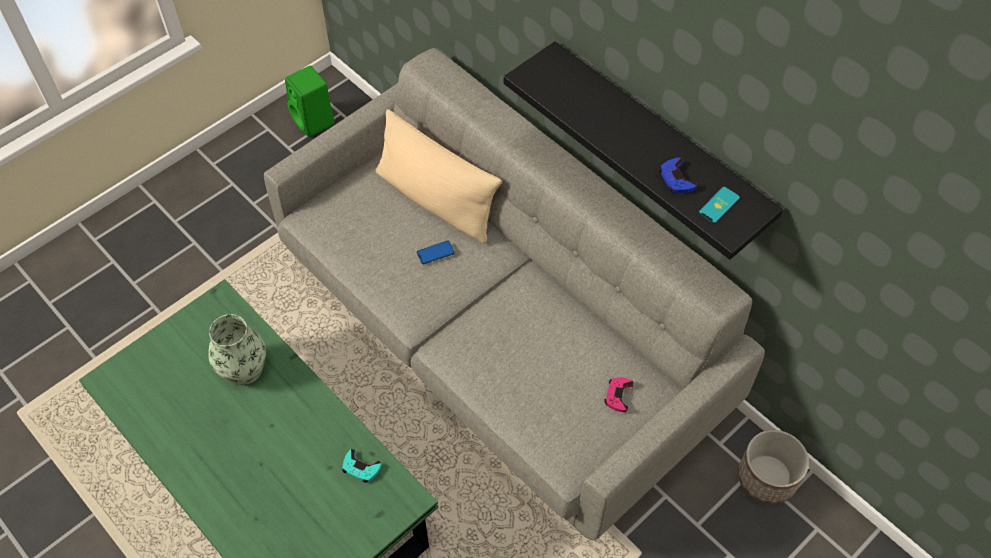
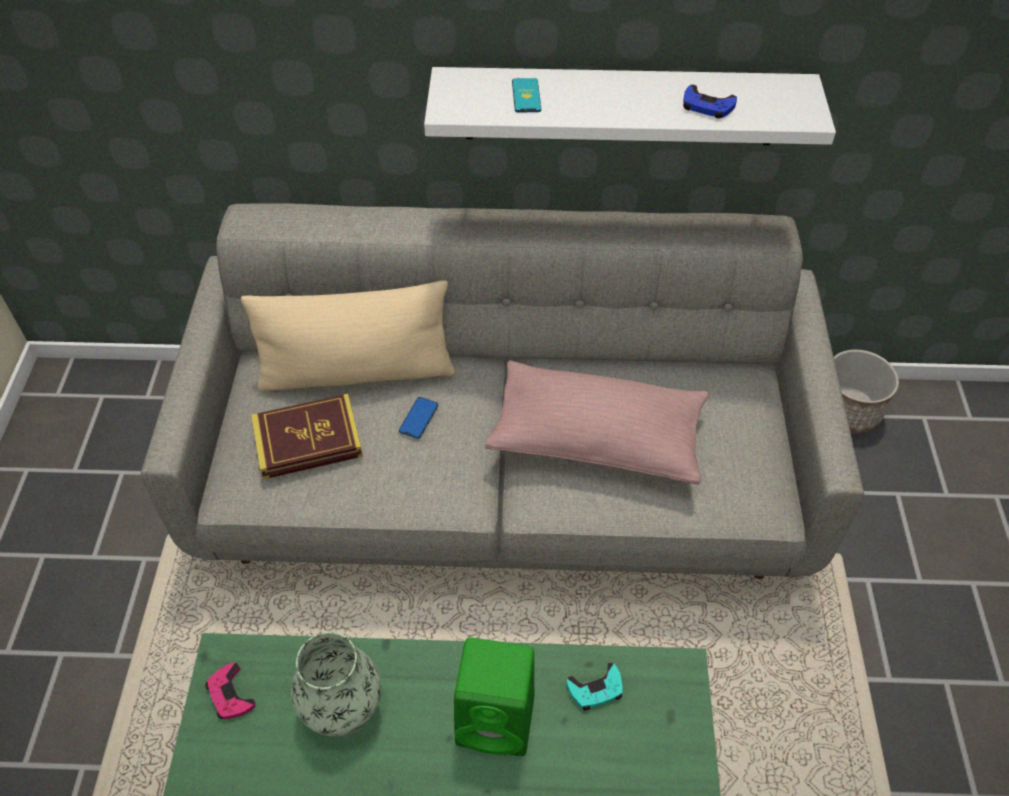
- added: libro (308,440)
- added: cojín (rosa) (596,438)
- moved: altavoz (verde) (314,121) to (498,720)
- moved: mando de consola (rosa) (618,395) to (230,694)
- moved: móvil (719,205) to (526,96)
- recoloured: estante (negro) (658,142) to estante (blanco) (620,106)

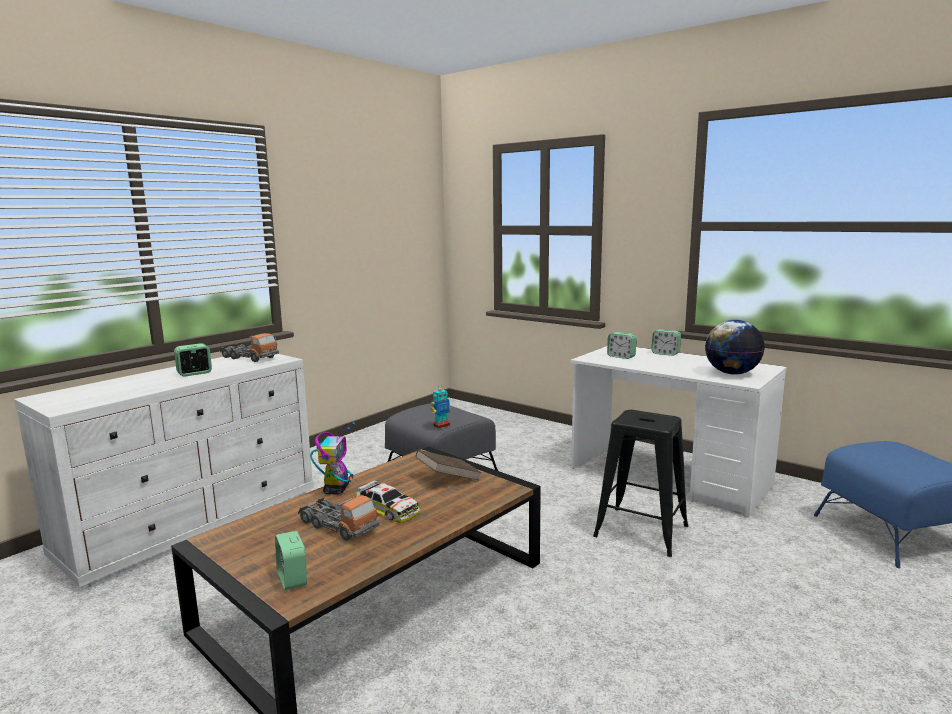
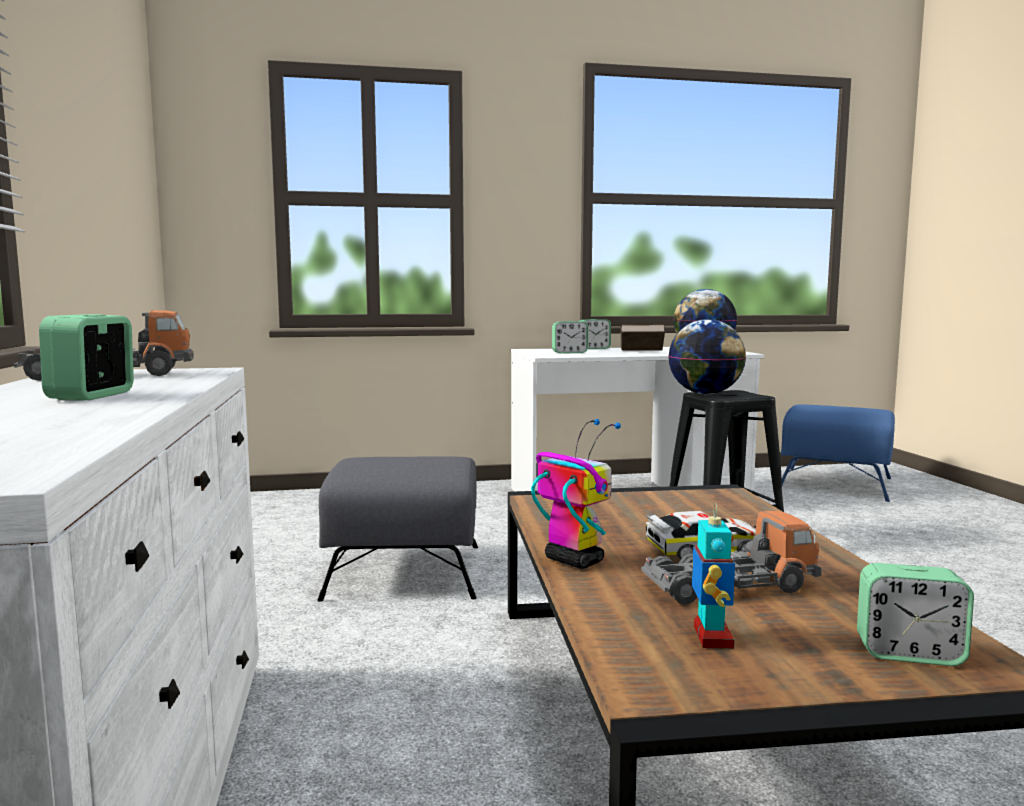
- added: globo terráqueo (705,394)
- moved: libro (marrón) (448,478) to (641,352)
- moved: robot de juguete (441,425) to (711,638)

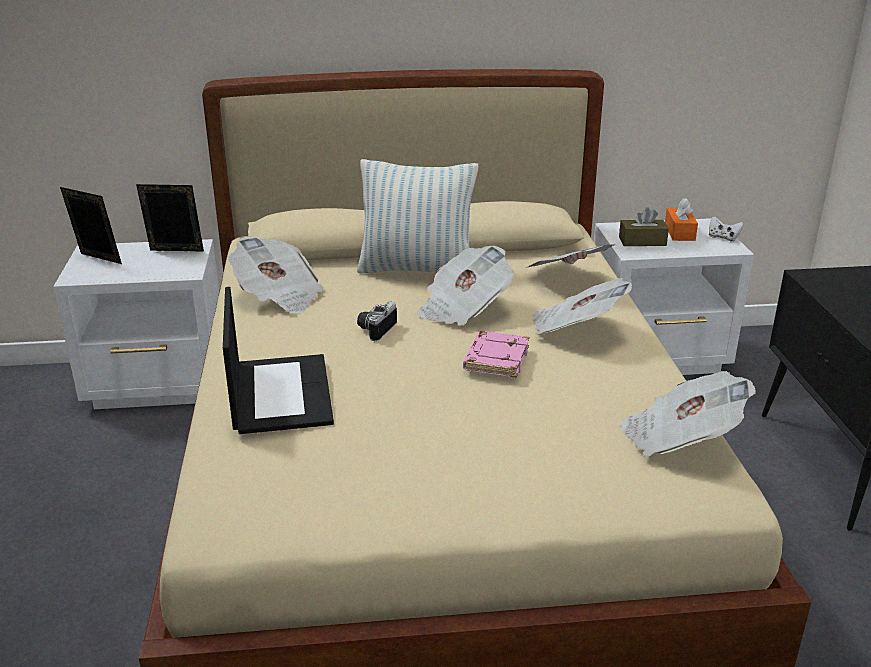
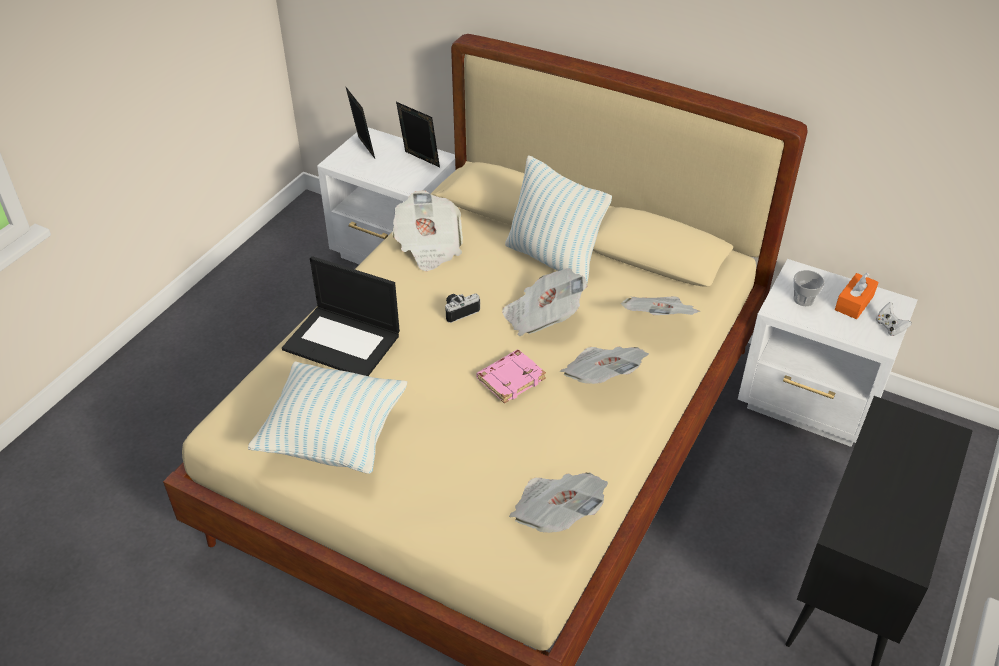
- added: cojín (334,438)
- replaced: caja de pañuelos (marrón) (642,241) to taza (803,299)
- turned: portátil (279,393) = (343,341) 90 degrees clockwise

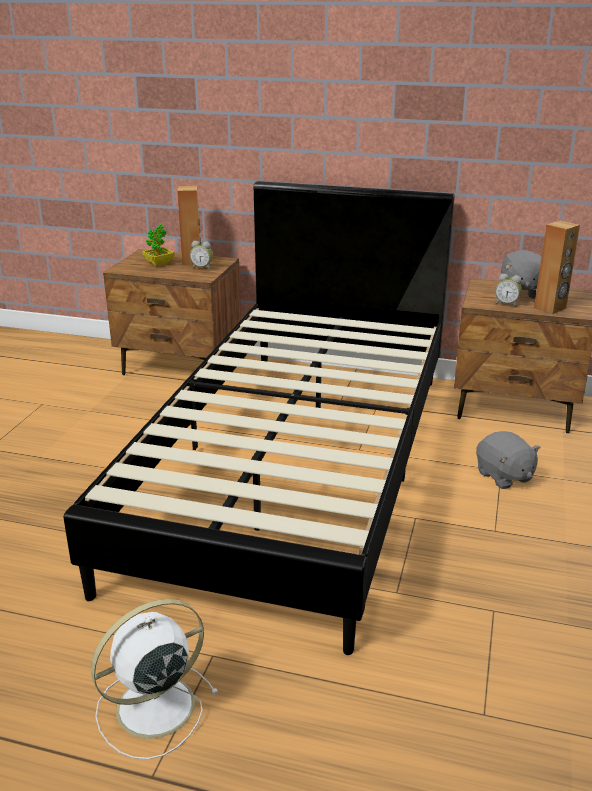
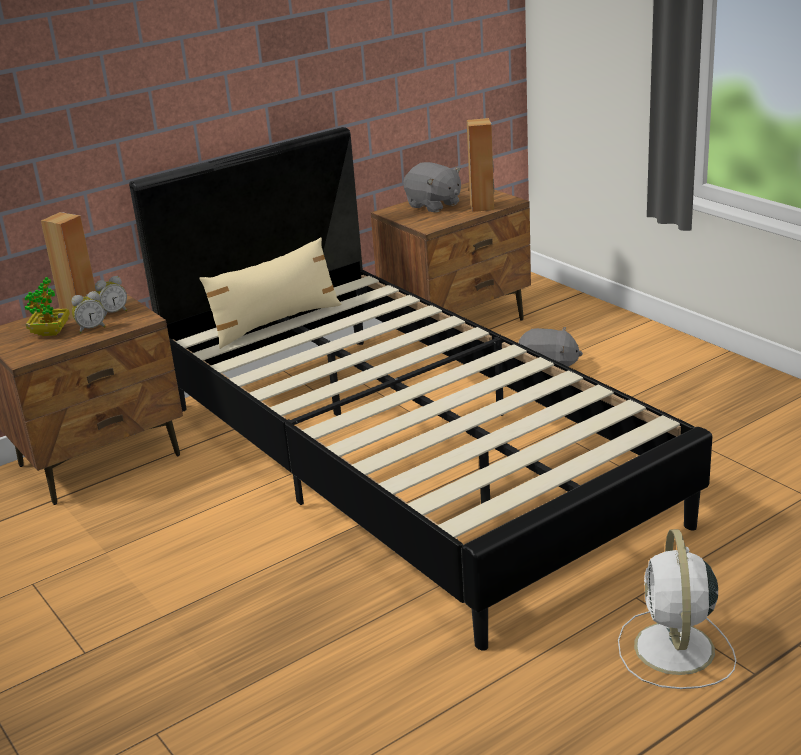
- added: cojín (beis) (276,322)
- moved: despertador (506,304) to (91,328)

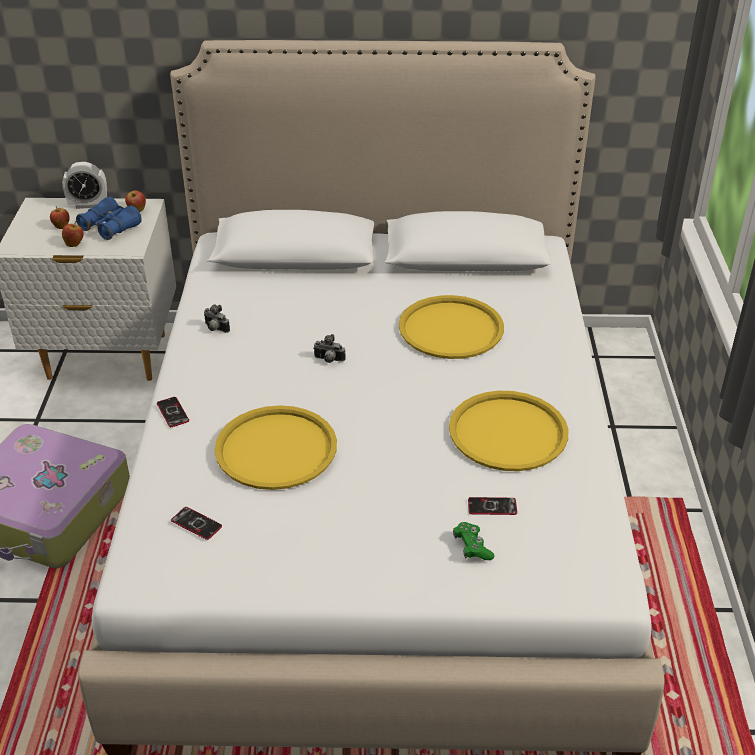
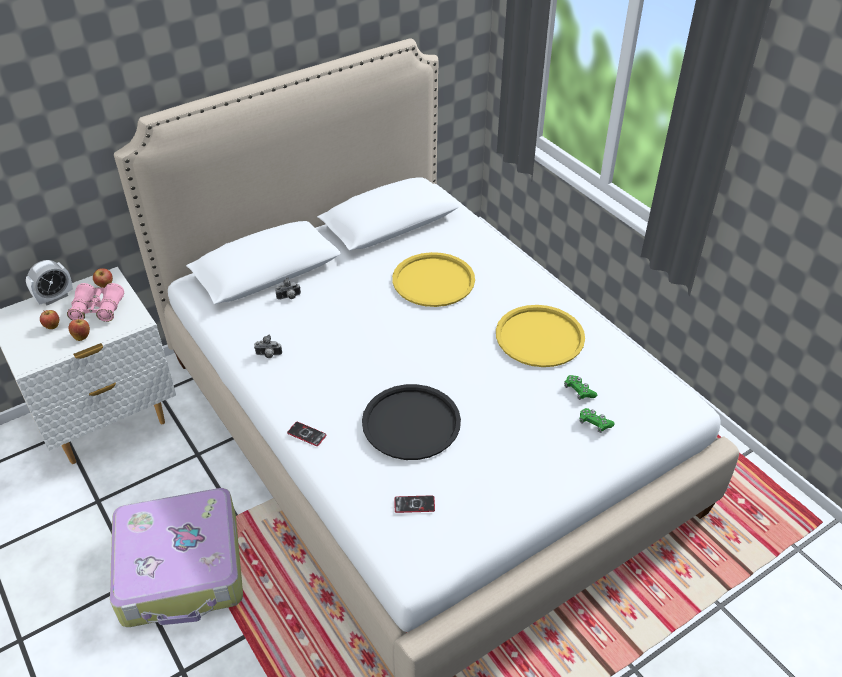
- moved: cámara (328,360) to (289,297)
- replaced: móvil (492,507) to mando de consola (verde) (579,391)
- recoloured: prismáticos (azul) (110,227) to prismáticos (rosa) (98,309)
- recoloured: bandeja (amarillo) (276,449) to bandeja (negro) (411,423)

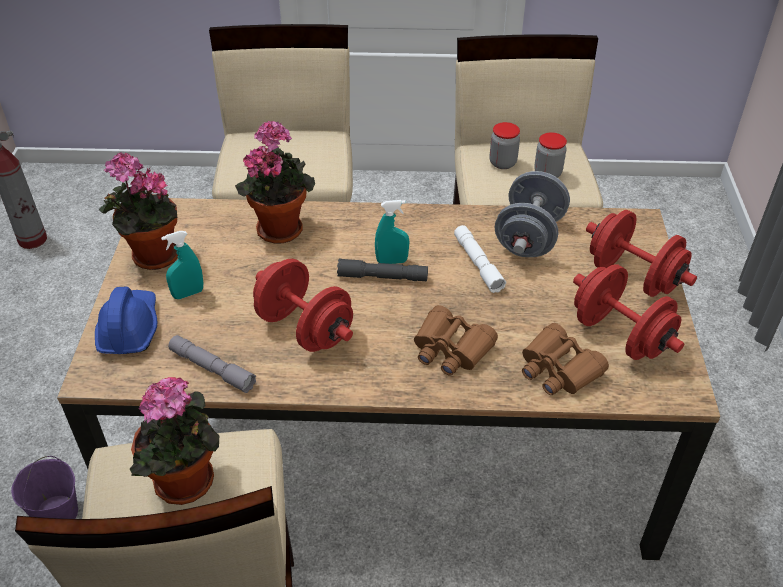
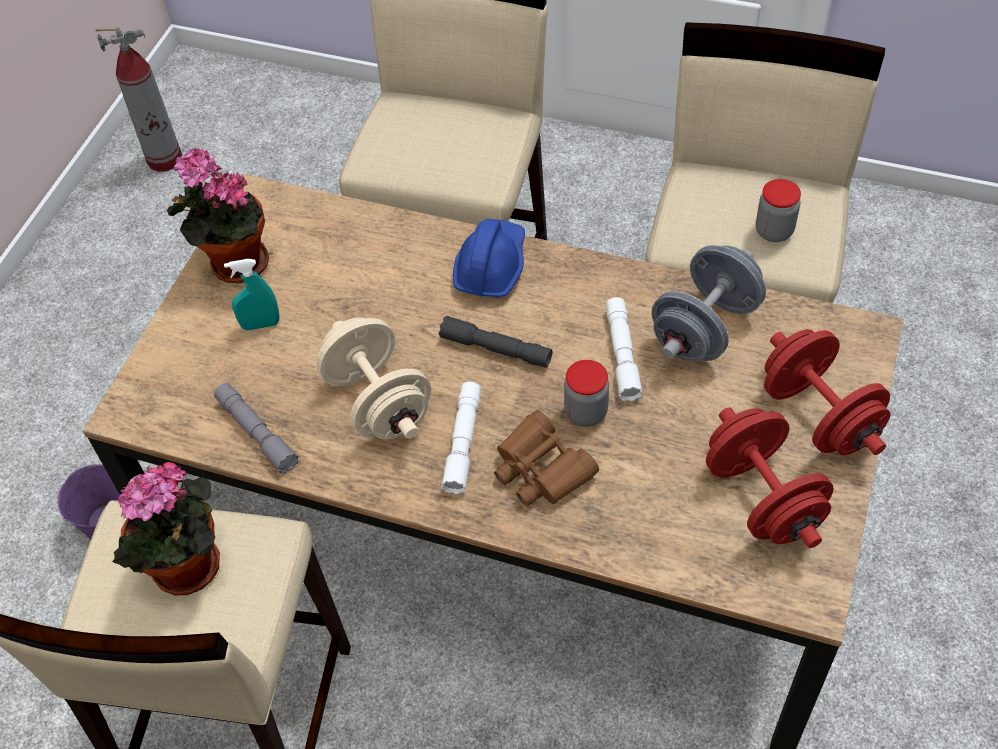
- removed: planta en maceta (280,227)
- removed: pulverizador (turquesa) (392,261)
- removed: prismáticos (marrón) (558,369)
- added: linterna (blanco) (463,442)
- moved: casco (azul) (129,329) to (491,266)
- moved: tarro (502,163) to (586,412)
- recoloured: mancuerna (rojo) (305,328) to mancuerna (beis) (378,402)

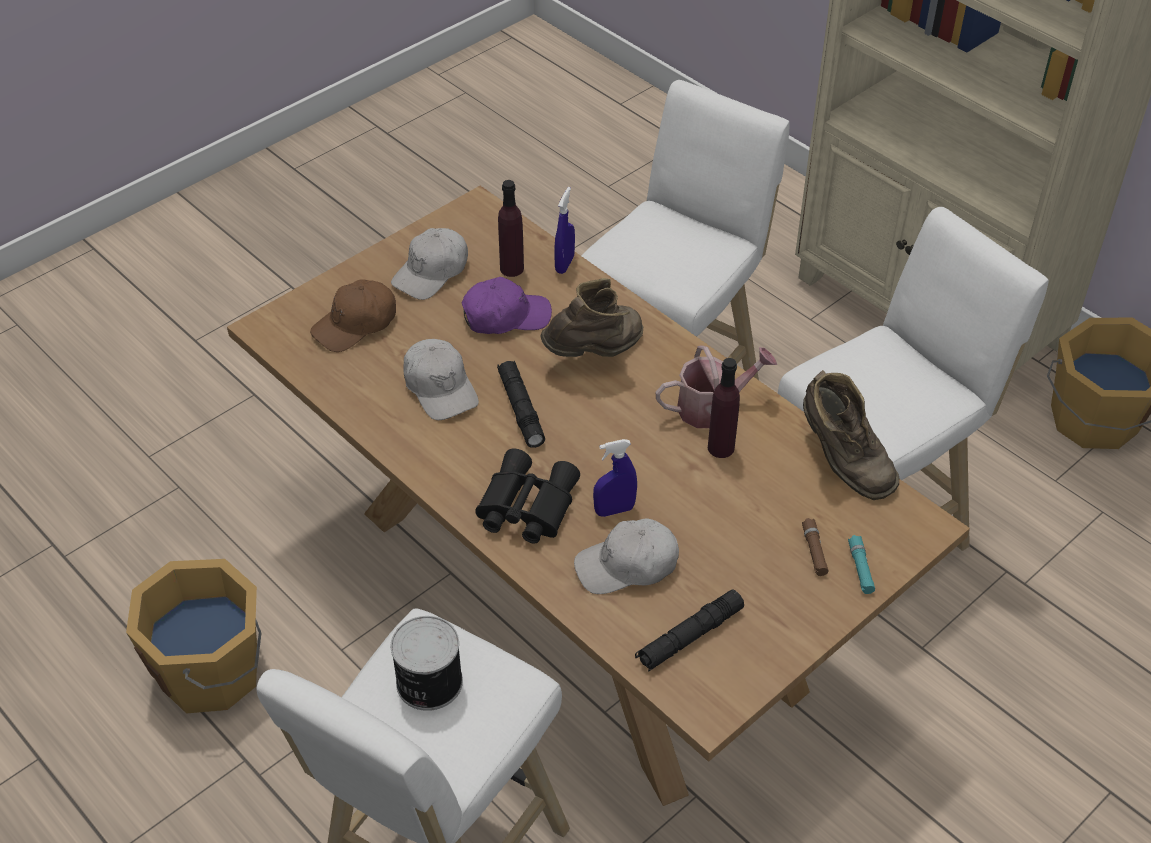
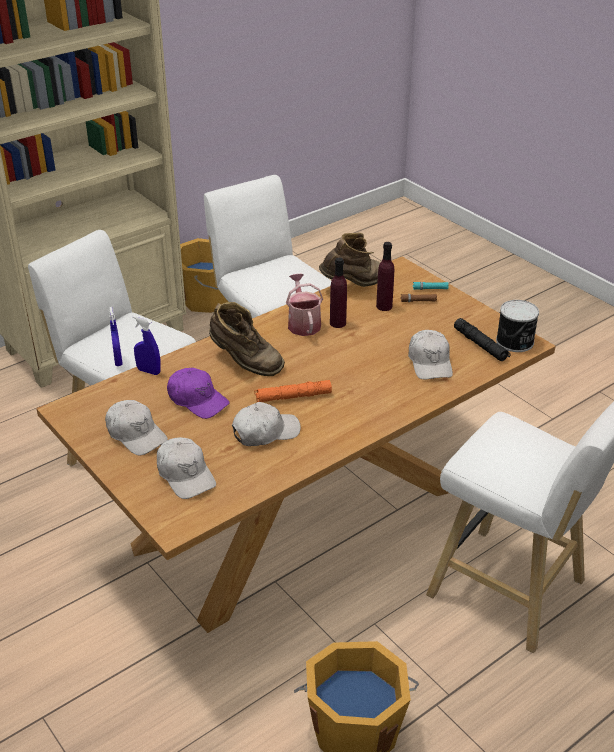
- removed: prismáticos (negro) (524,507)
- moved: lata (427,683) to (515,342)
- moved: botella (morado) (512,268) to (384,306)
- moved: pulverizador (azul) (614,510) to (118,360)
- recoloured: gorra (marrón) (356,324) to gorra (blanco) (185,475)
- recoloured: linterna (negro) (521,409) to linterna (naranja) (293,397)
- turned: gorra (morado) (505,316) = (197,400) 135 degrees clockwise
- turned: bota (marrón) (595,353) = (245,363) 150 degrees clockwise

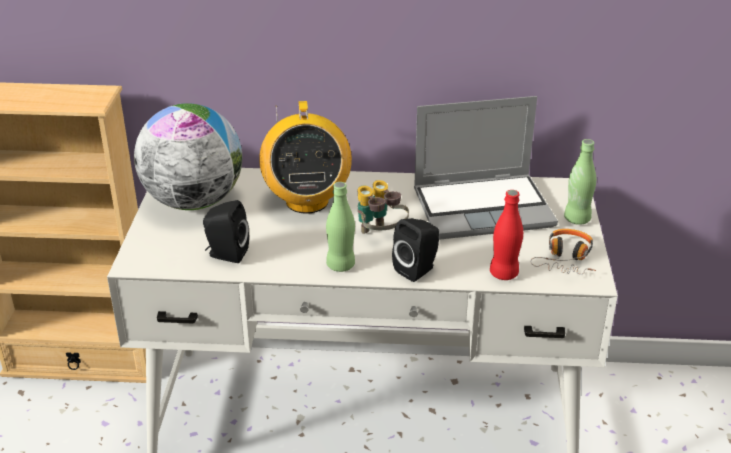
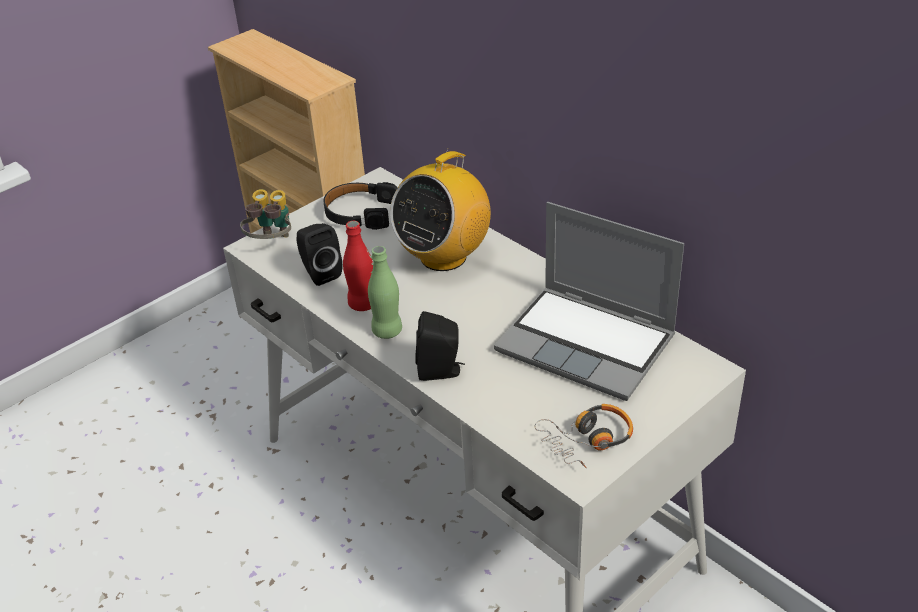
- removed: botella (verde) (577,219)
- moved: prismáticos (380,235) to (272,243)
- moved: botella (rojo) (504,273) to (363,304)
- replaced: globo terráqueo (194,201) to auriculares (negro) (360,213)

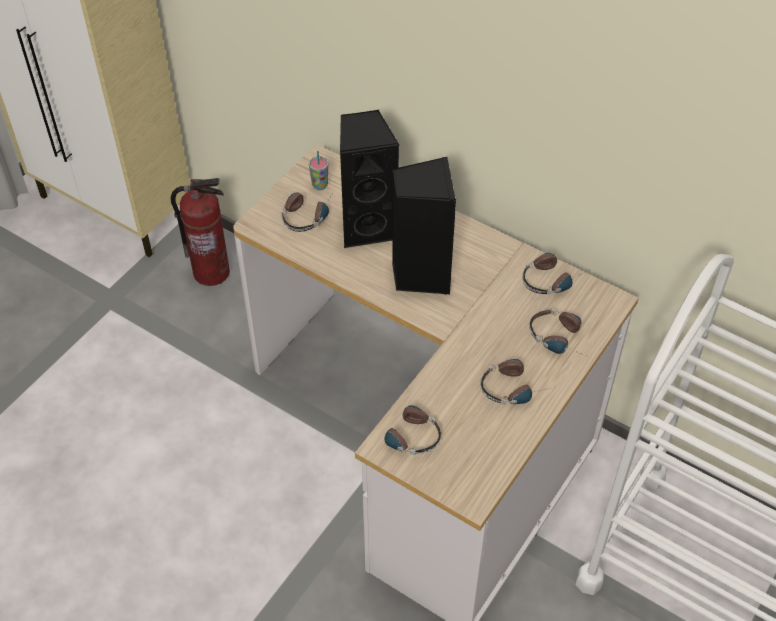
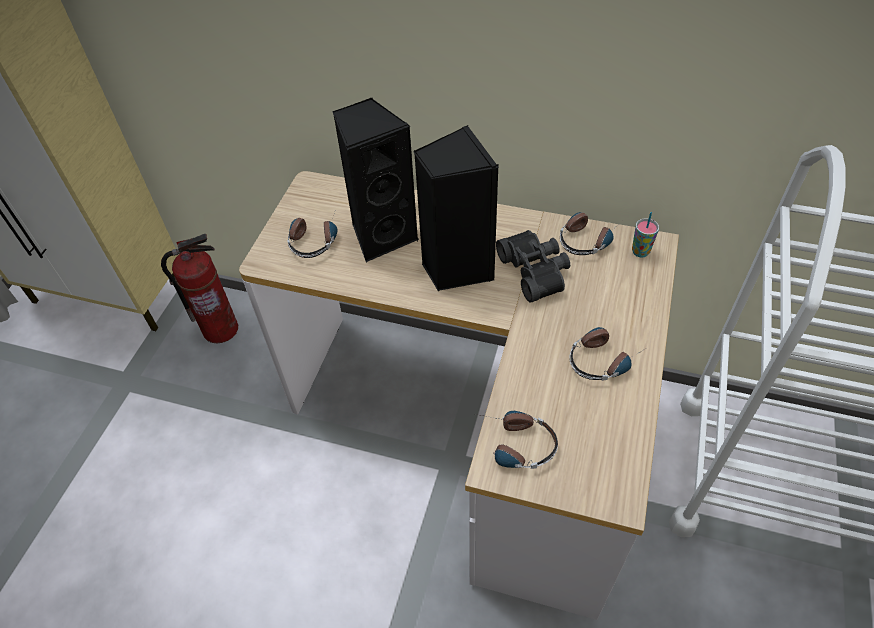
- removed: auriculares (562,338)
- added: prismáticos (negro) (536,271)
- moved: taza (320,185) to (640,252)

